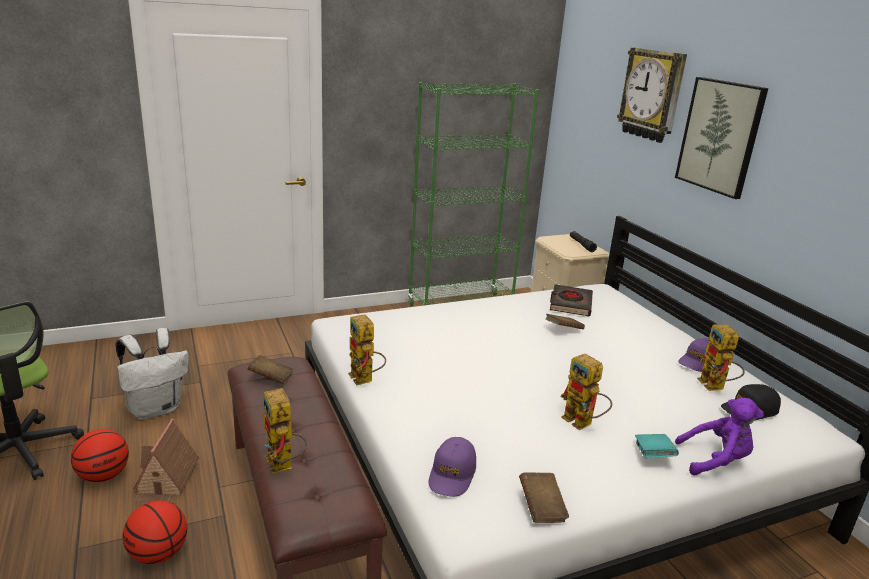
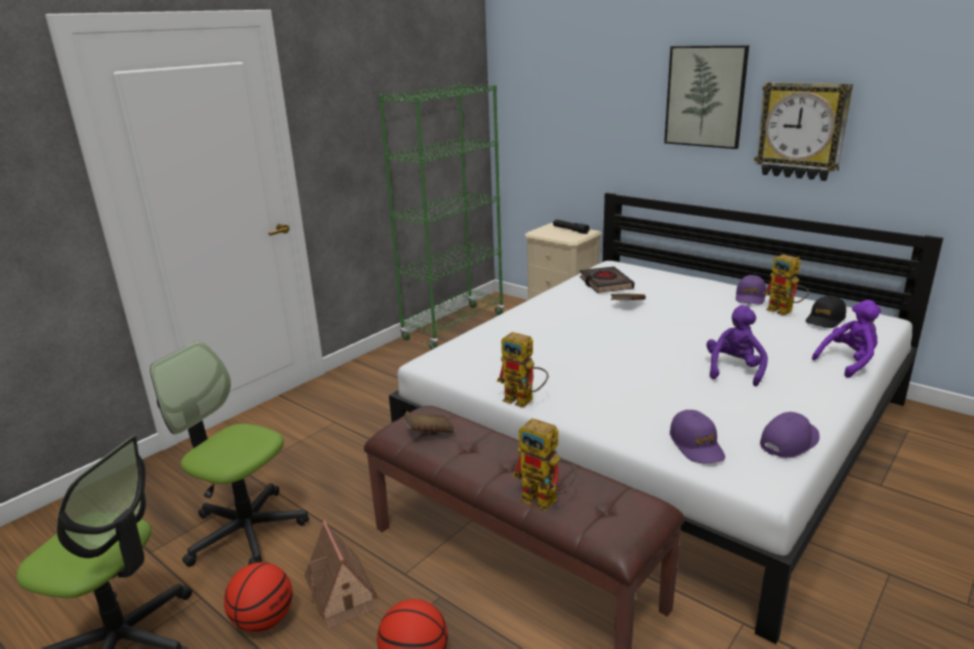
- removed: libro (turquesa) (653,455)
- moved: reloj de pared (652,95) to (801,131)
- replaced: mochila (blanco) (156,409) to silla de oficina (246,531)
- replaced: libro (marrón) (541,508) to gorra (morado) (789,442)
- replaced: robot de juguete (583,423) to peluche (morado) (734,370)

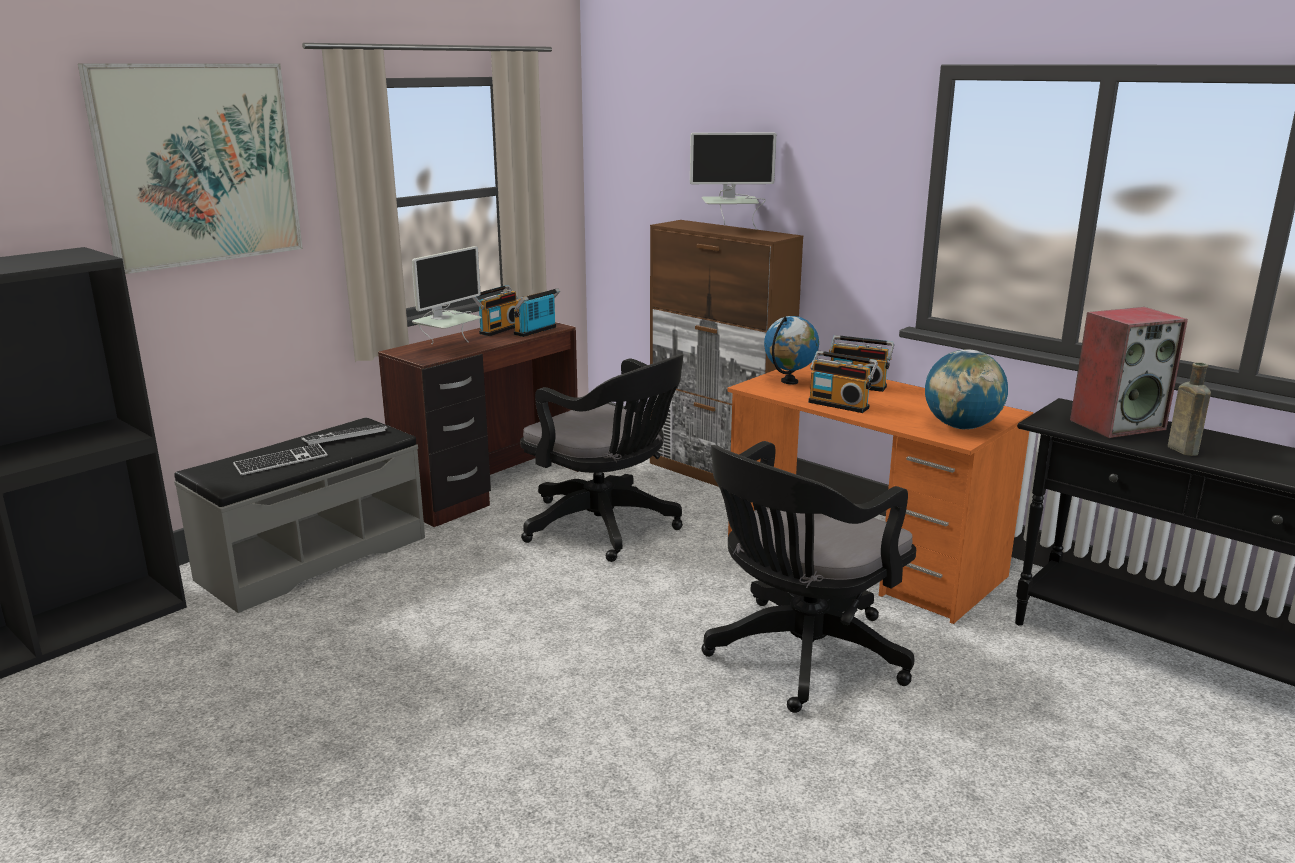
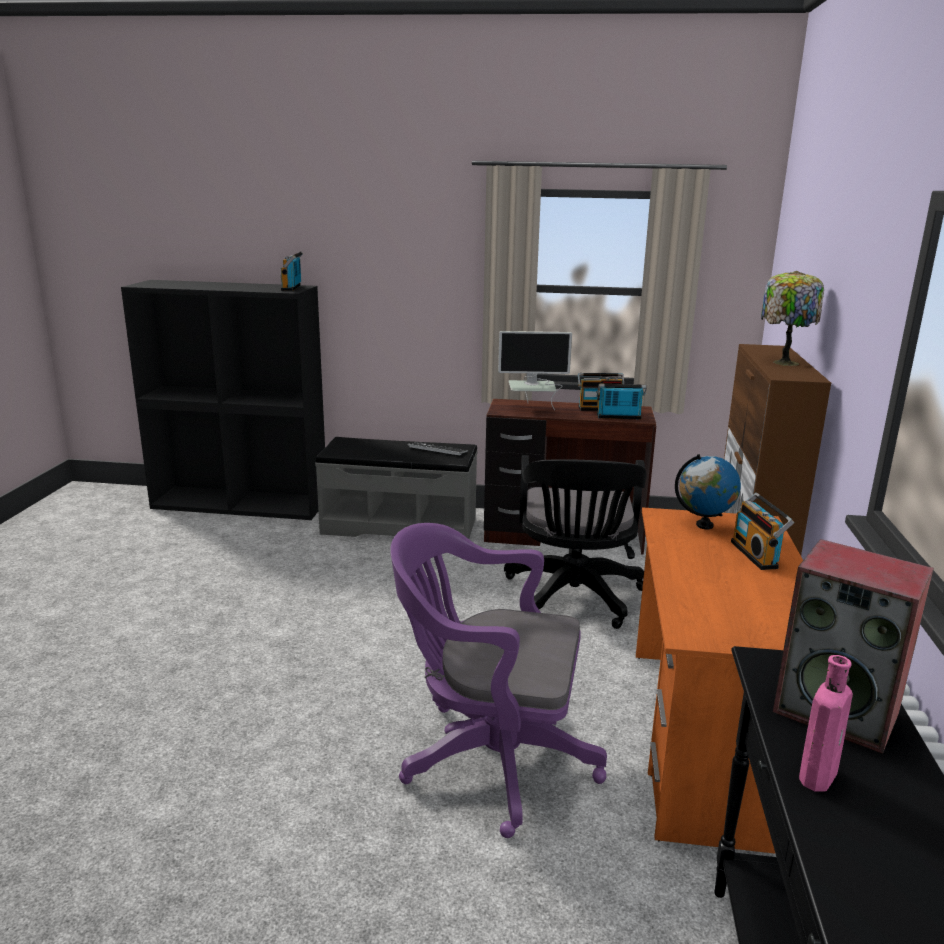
- removed: cuadro (198,164)
- removed: teclado (281,462)
- removed: globo terráqueo (961,427)
- moved: radio (839,404) to (293,288)
- replaced: monitor (730,230) to lámpara de mesa (783,362)
- recoloured: silla de oficina (negro) (799,657) to silla de oficina (morado) (489,759)
- recoloured: botella (marrón) (1181,449) to botella (rosa) (818,774)

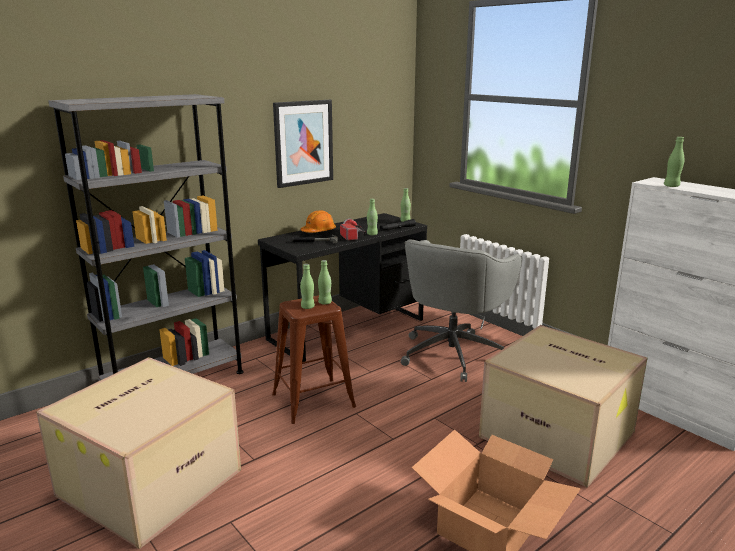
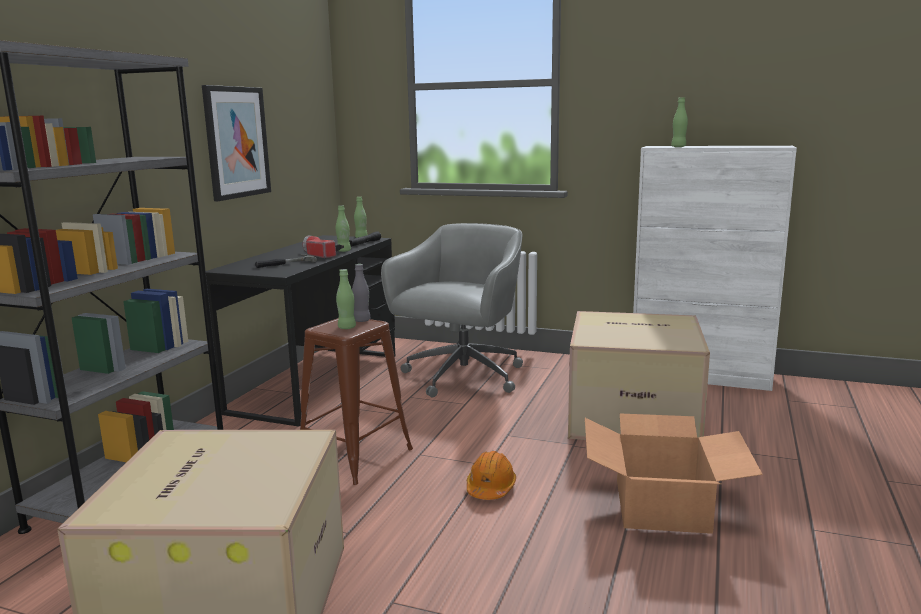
- moved: casco (naranja) (318,231) to (490,488)
- recoloured: botella (verde) (325,303) to botella (gris) (361,320)
- turned: silla de oficina (gris) (453,353) = (461,377) 150 degrees counterclockwise

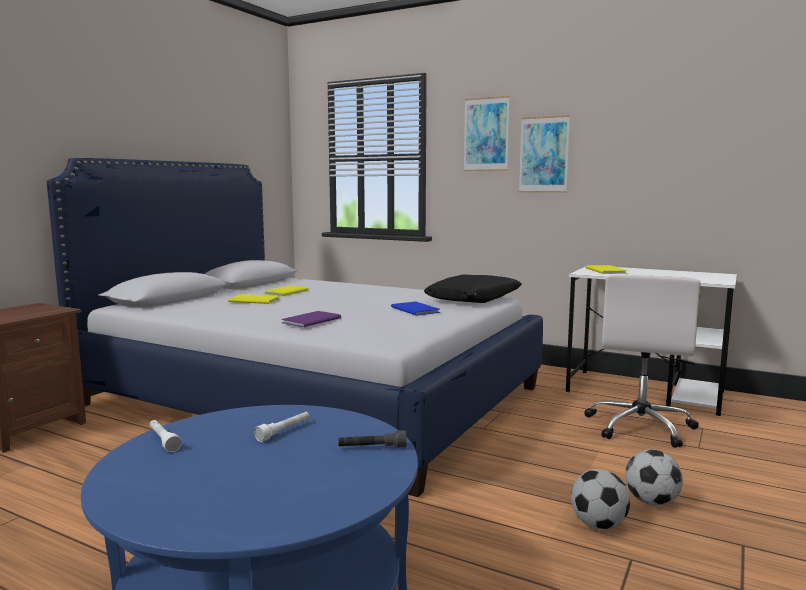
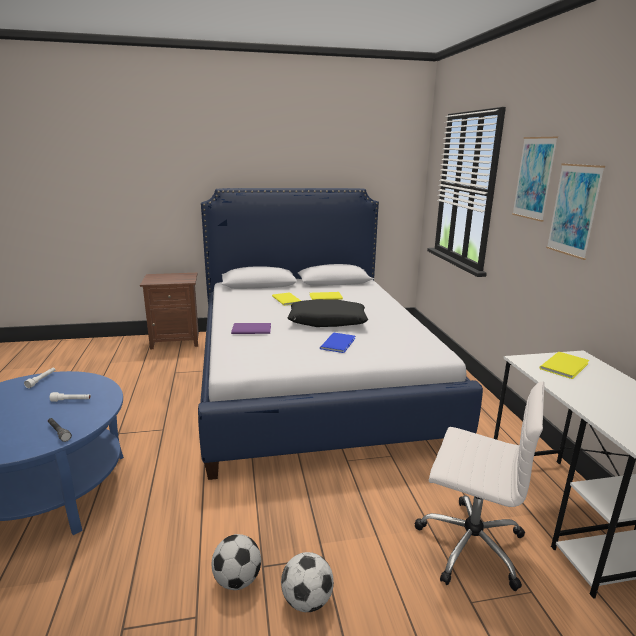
- moved: cojín (negro) (474,299) to (327,322)
- turned: silla de oficina (blanco) (640,427) = (468,544) 135 degrees counterclockwise

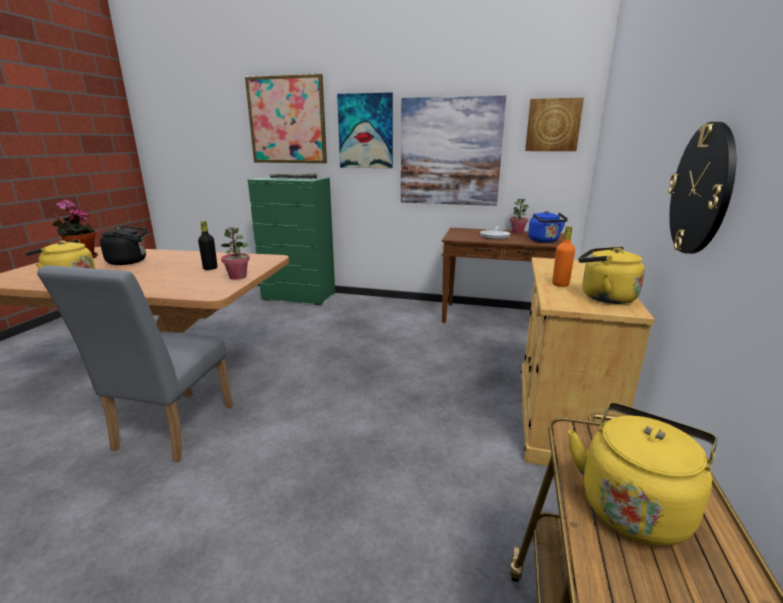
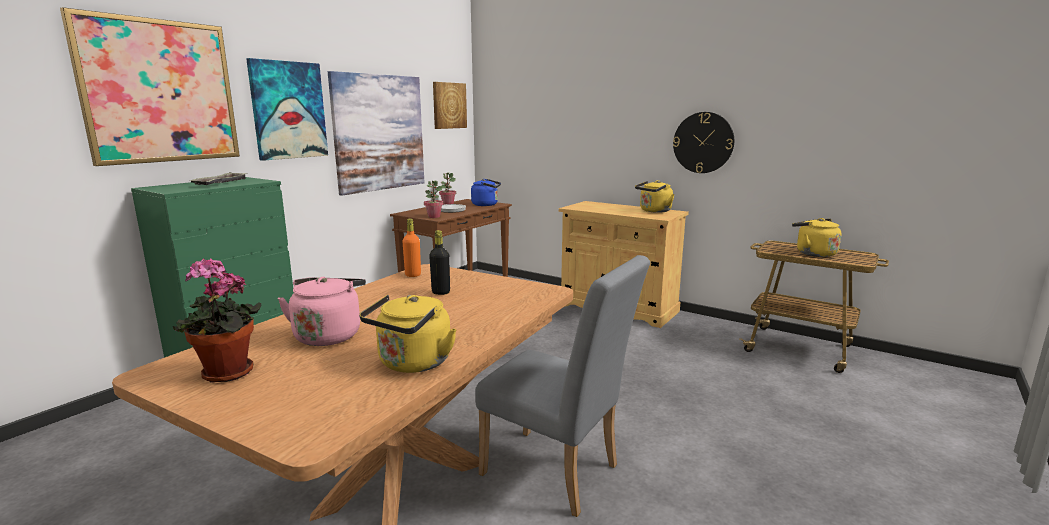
- moved: planta en maceta (238,277) to (434,217)
- moved: botella (naranja) (560,284) to (413,275)
- recoloured: hervidor (negro) (130,261) to hervidor (rosa) (329,335)

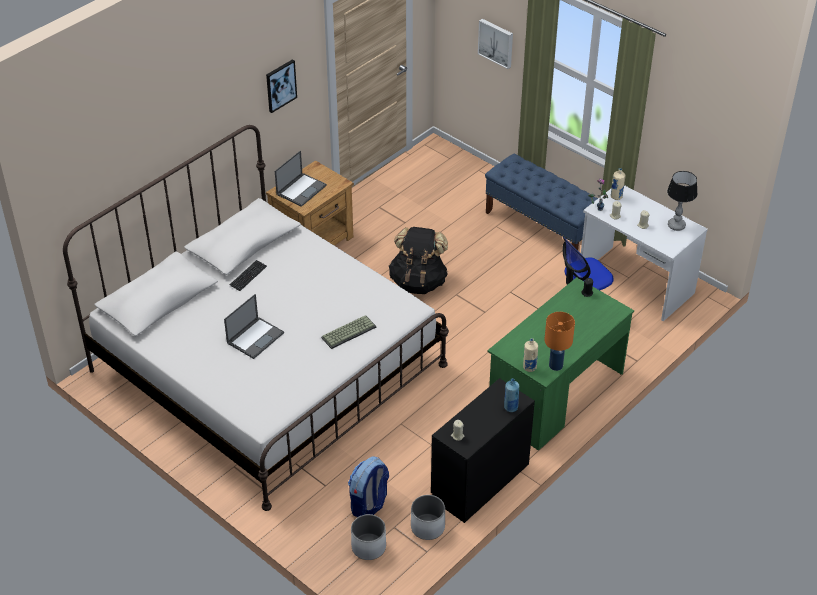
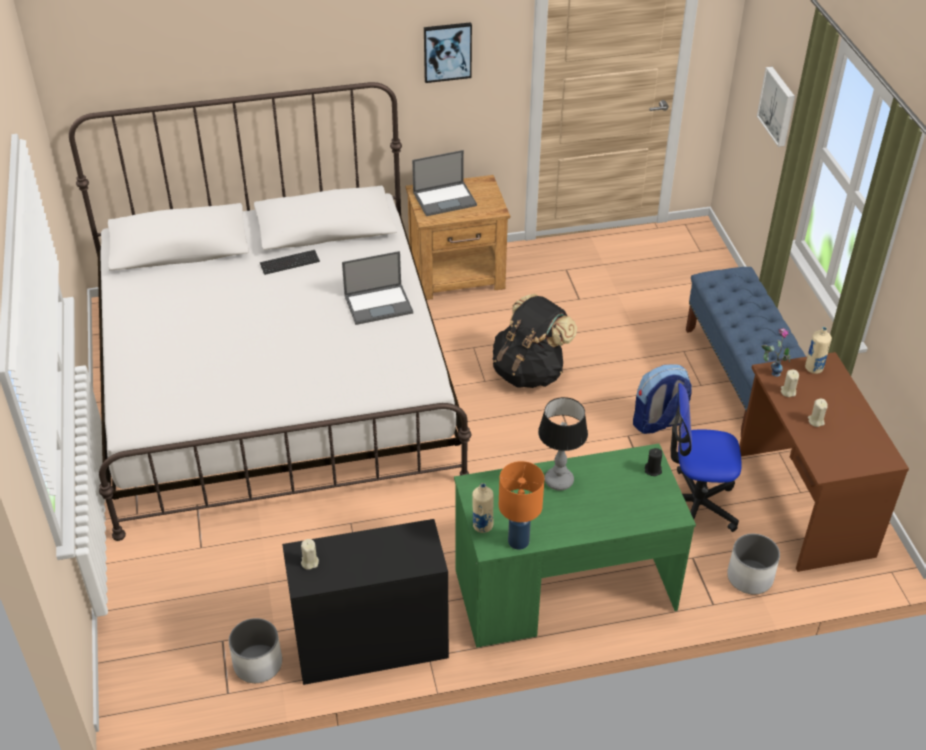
- removed: teclado (348,331)
- removed: botella (azul) (510,407)
- moved: portátil (255,337) to (379,304)
- moved: mochila (369,504) to (658,423)
- moved: maceta (blanco) (368,547) to (749,577)
- moved: lámpara de mesa (676,225) to (559,480)
- recoloured: escritorio (blanco) (635,283) to escritorio (marrón) (802,504)

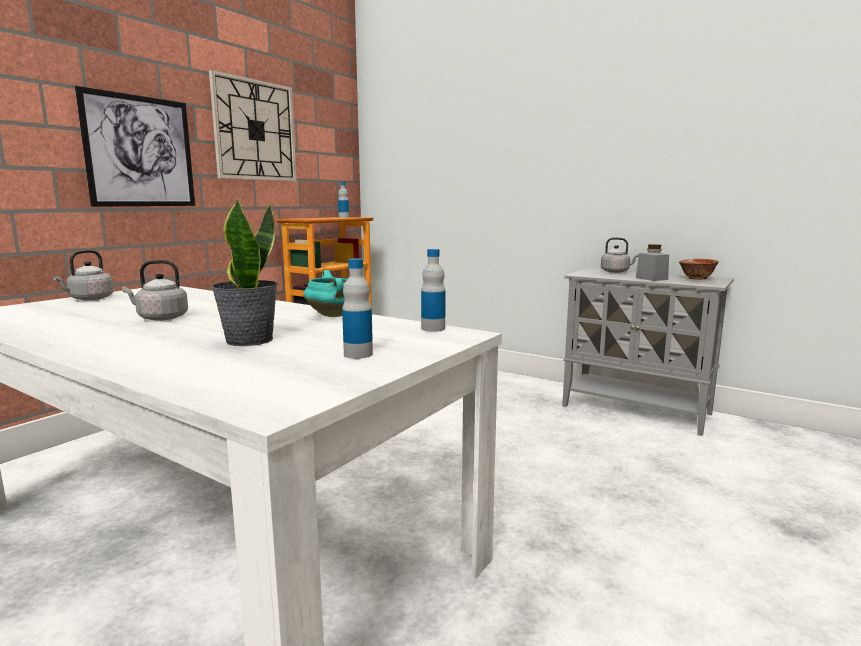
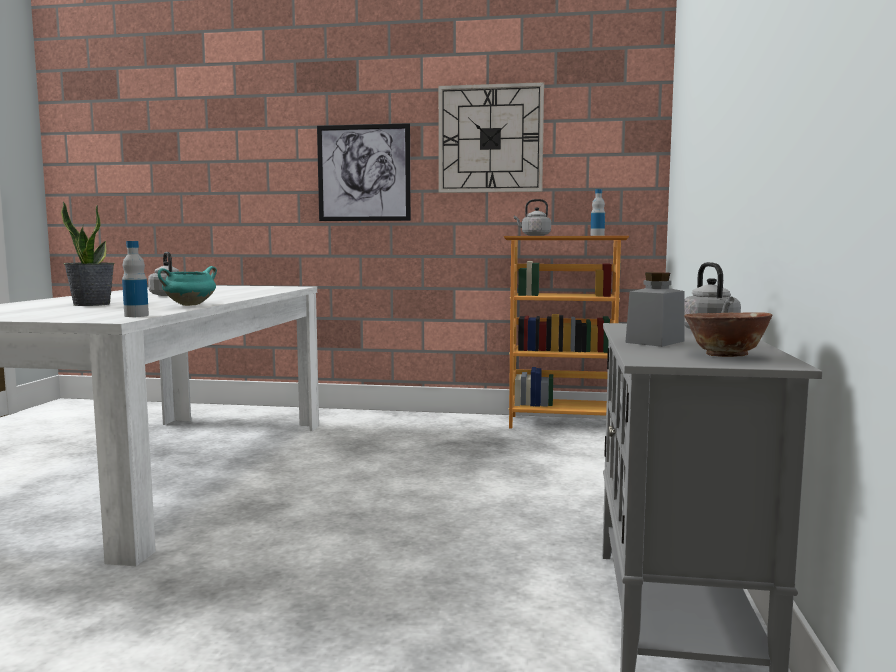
- removed: botella (358,354)
- moved: hervidor (gris) (89,299) to (534,235)

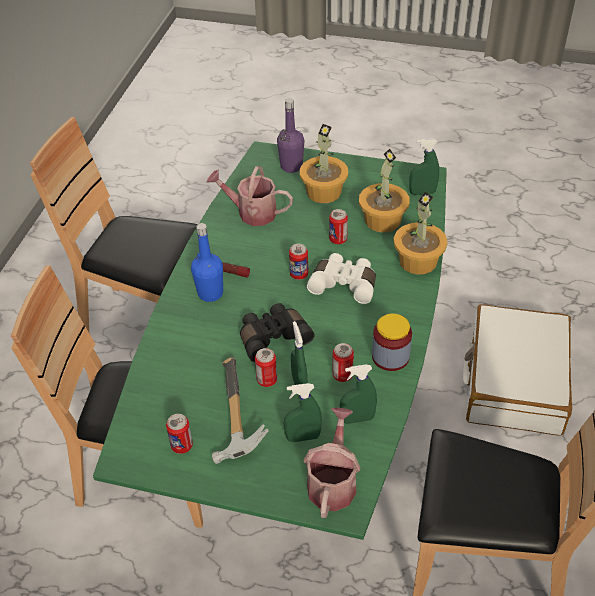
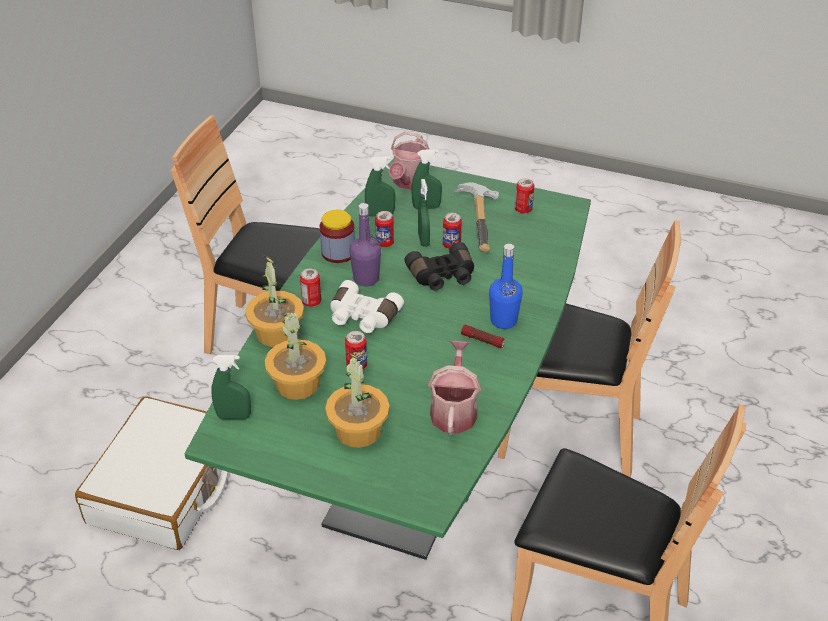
- moved: botella (morado) (291,166) to (366,279)
- moved: lata (299,274) to (311,302)
- turned: regadera (252,212) = (454,410) 105 degrees counterclockwise

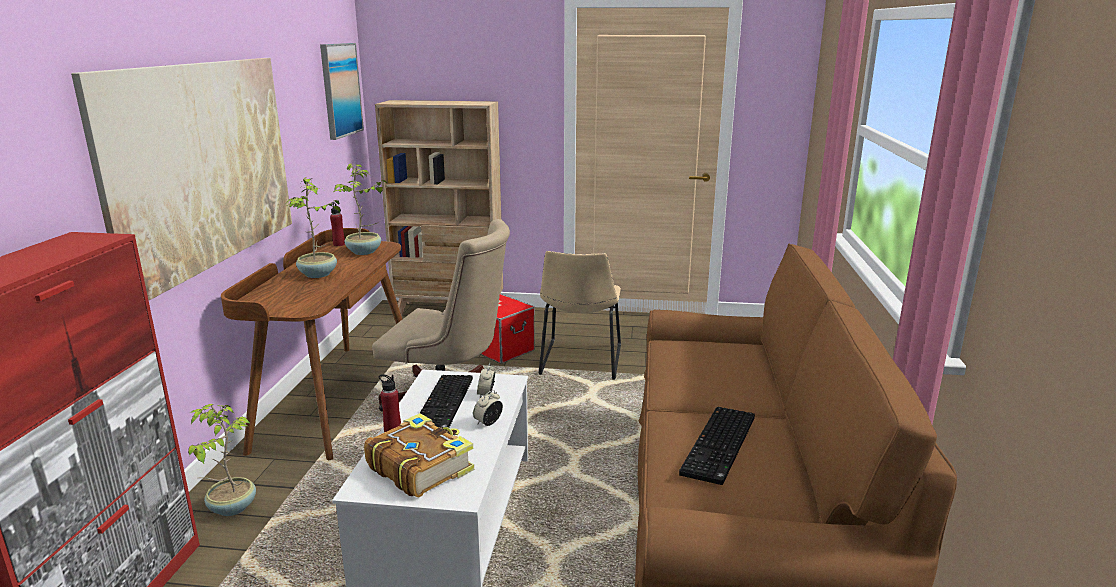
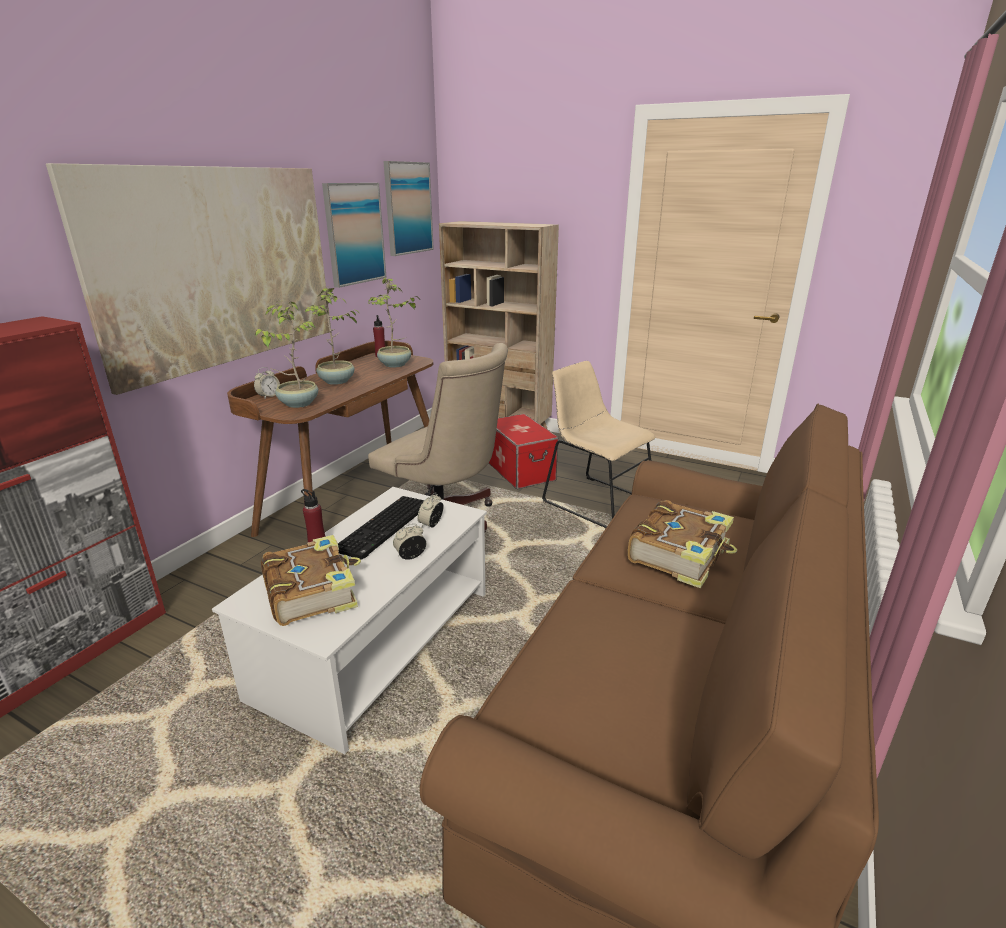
- removed: teclado (721,446)
- added: despertador (268,396)
- added: cuadro (354,234)
- added: libro (680,554)
- moved: planta en maceta (231,508) to (297,403)
- turned: silla (beis) (580,362) = (594,500) 105 degrees clockwise

